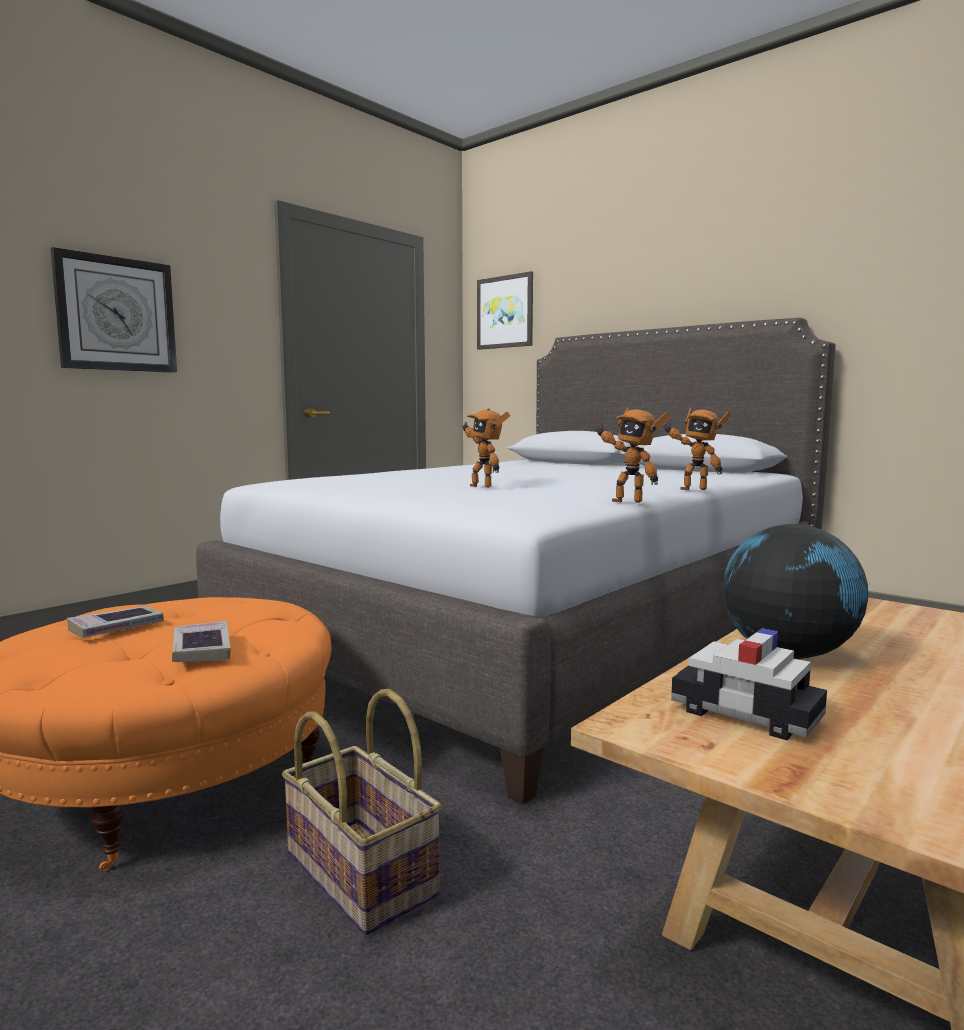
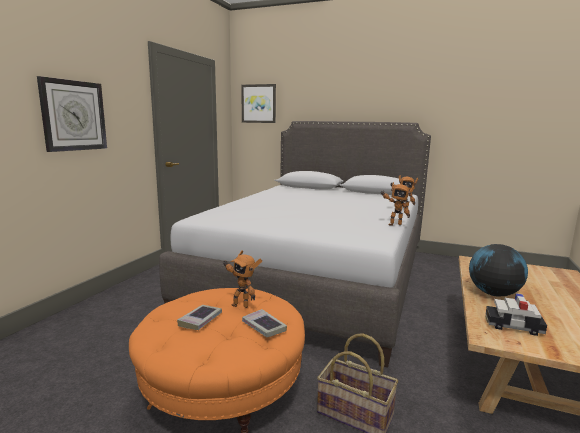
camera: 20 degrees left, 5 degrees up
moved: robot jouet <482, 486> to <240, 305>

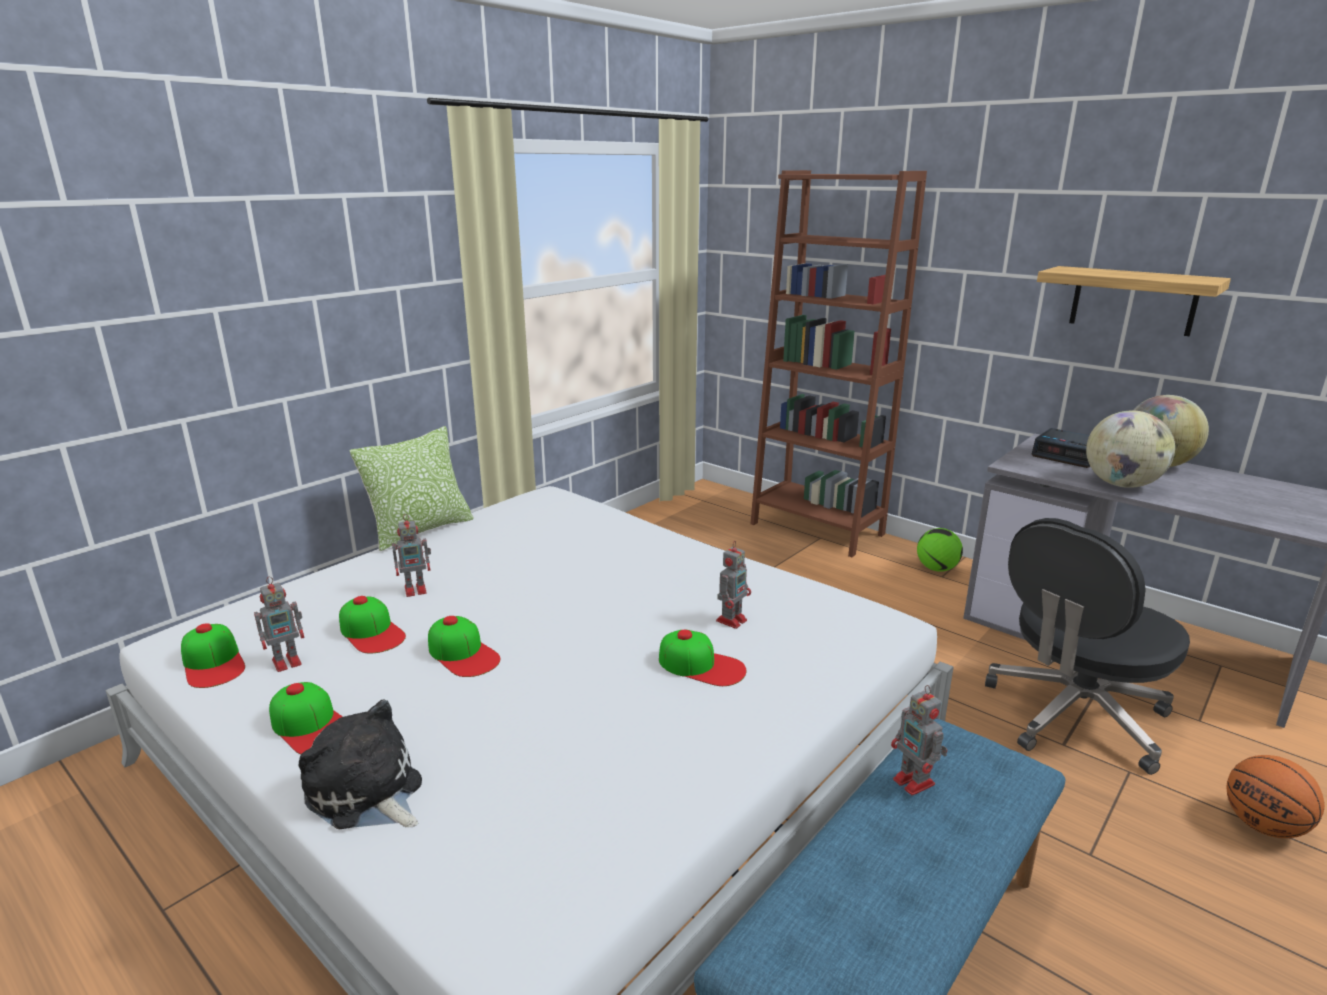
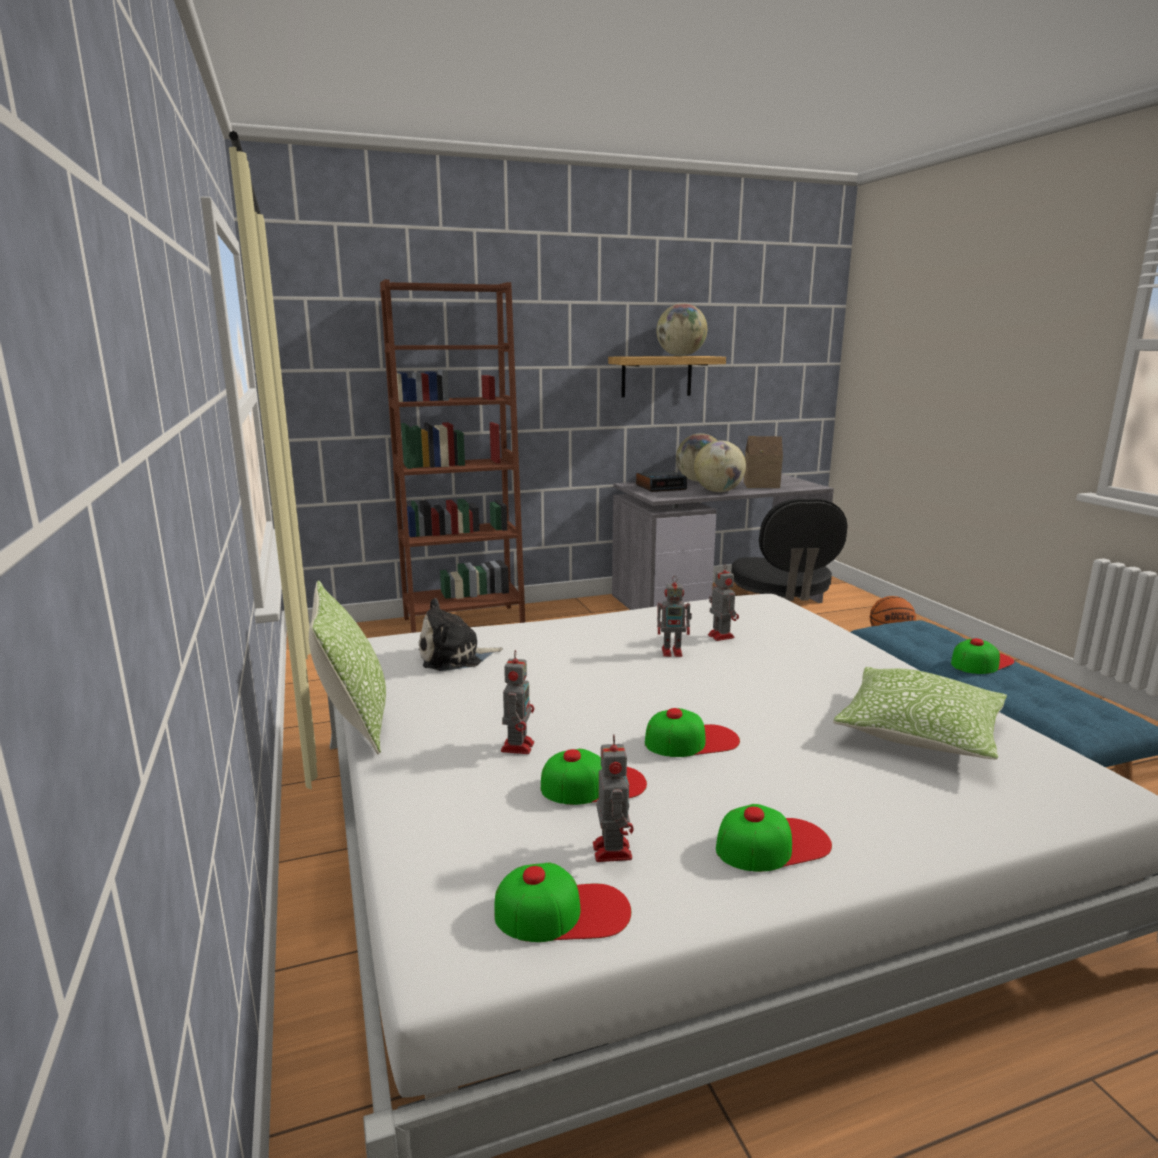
camera: 60 degrees left, 5 degrees down
removed: ballon de foot <936, 568>
added: globe <680, 356>; maison miniature <760, 484>; coussin <919, 732>
moved: peluche <367, 794> to <454, 657>; robot jouet <915, 783> to <673, 652>; casquette <701, 665> to <981, 662>

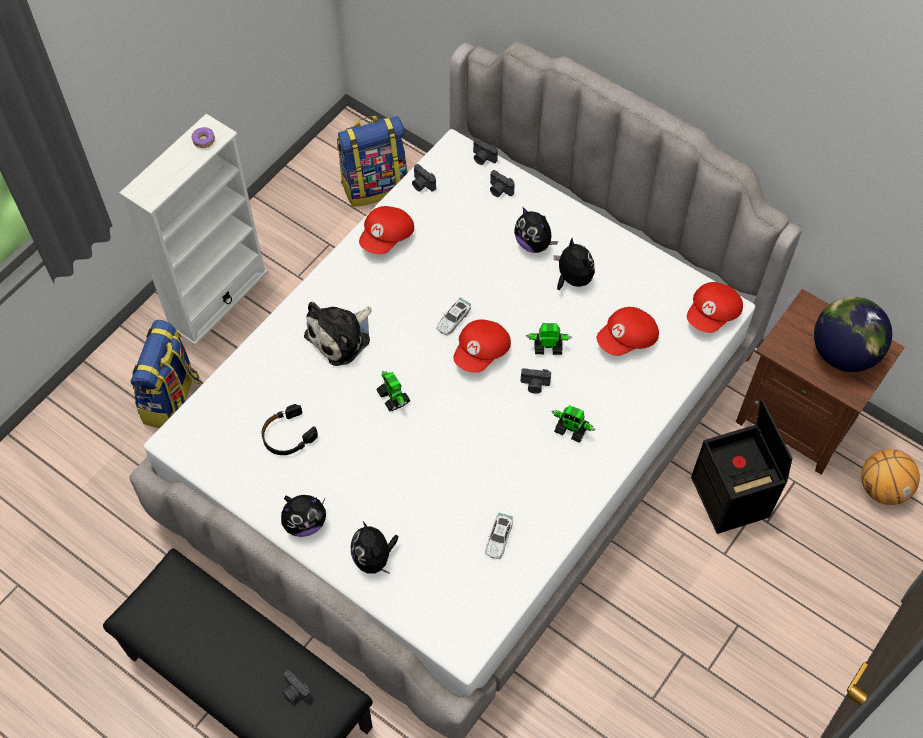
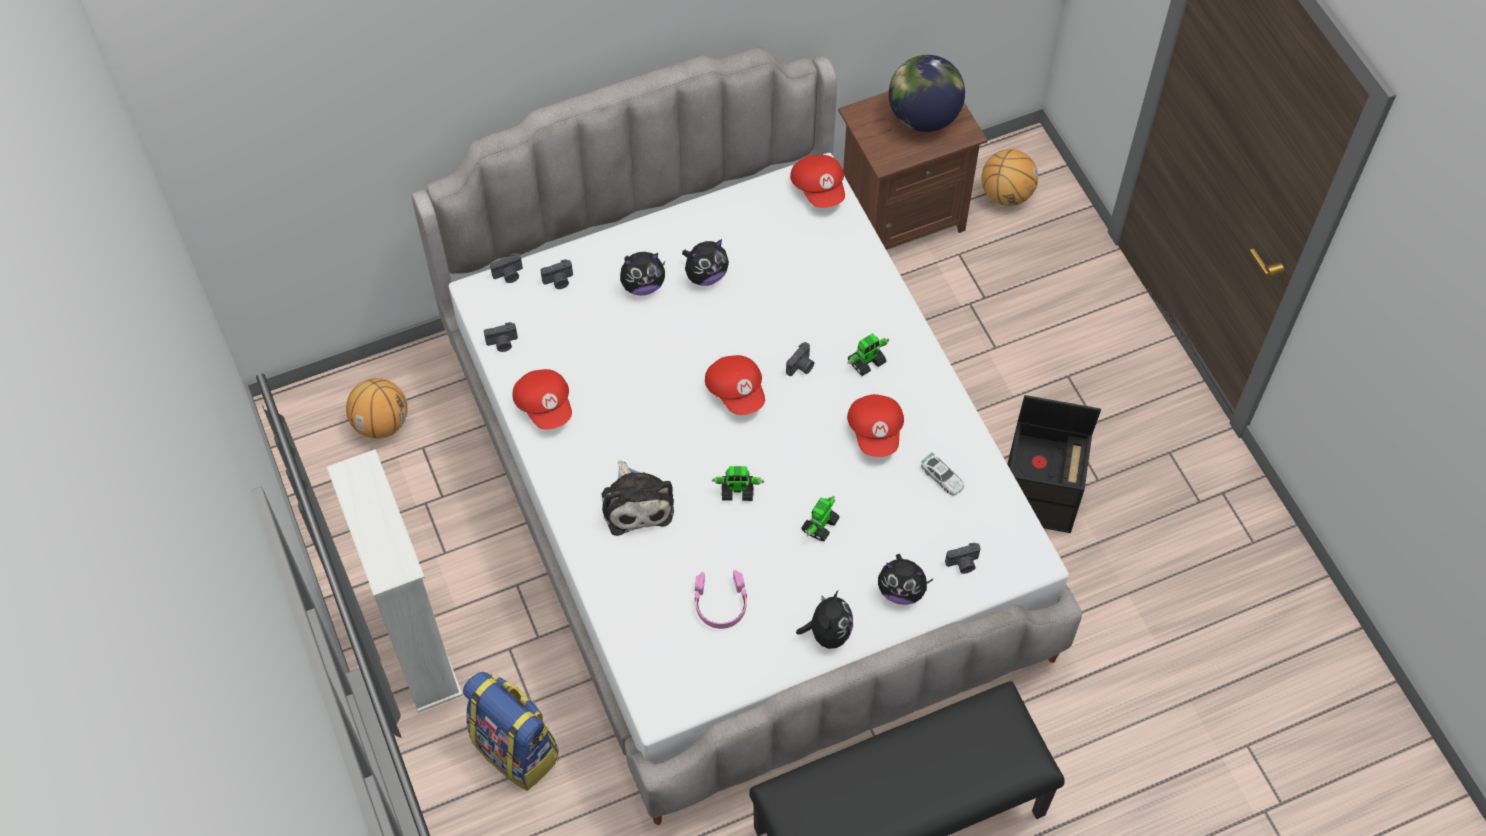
camera: 60 degrees left, 0 degrees up
removed: beignet <204, 140>; petite voiture <453, 319>
moved: robot jouet <547, 346> to <820, 525>; casquette/rouge <627, 339> to <876, 431>; appareil photo <295, 692> to <963, 564>; boîte de rangement/noir <731, 498> to <1040, 498>
replaced: sac à dos <375, 185> to ballon de basket <381, 423>
recoloured: casque audio/noir <288, 435> to casque audio/rose <720, 603>
turned: peluche <572, 279> = <705, 275> 150 degrees clockwise

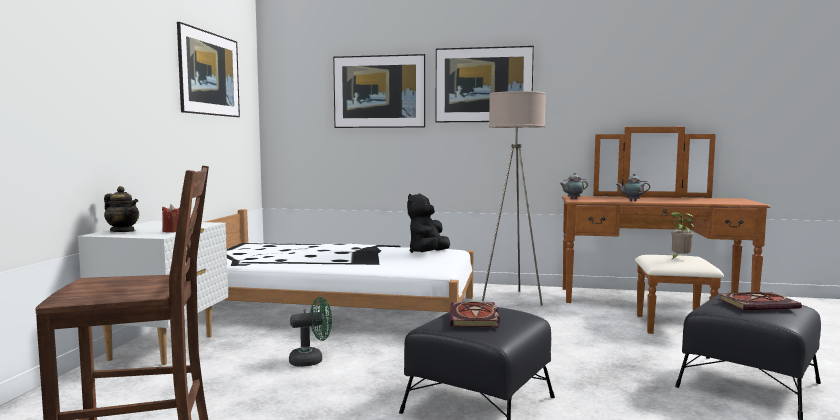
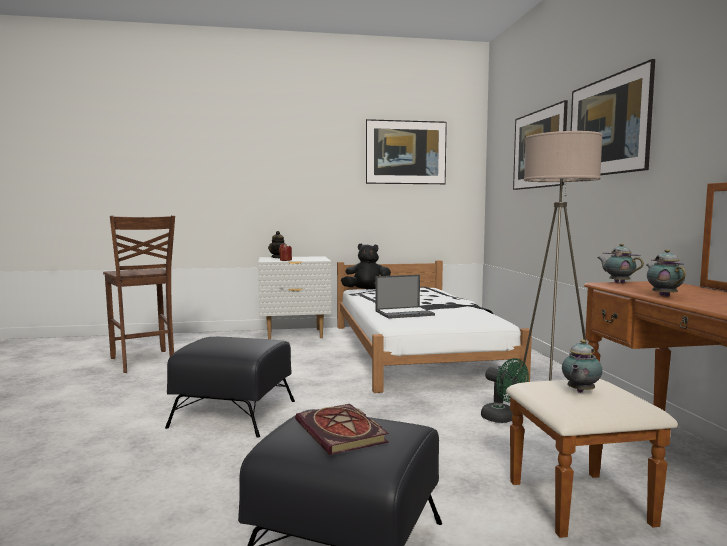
camera: 70 degrees right, 0 degrees up
removed: livre <475, 318>
added: ordinateur portable <405, 313>
moved: peluche/noir <428, 253> to <367, 291>; ventilateur/vert <311, 360> to <503, 419>
replaced: plante en pot <679, 259> to théière <579, 392>

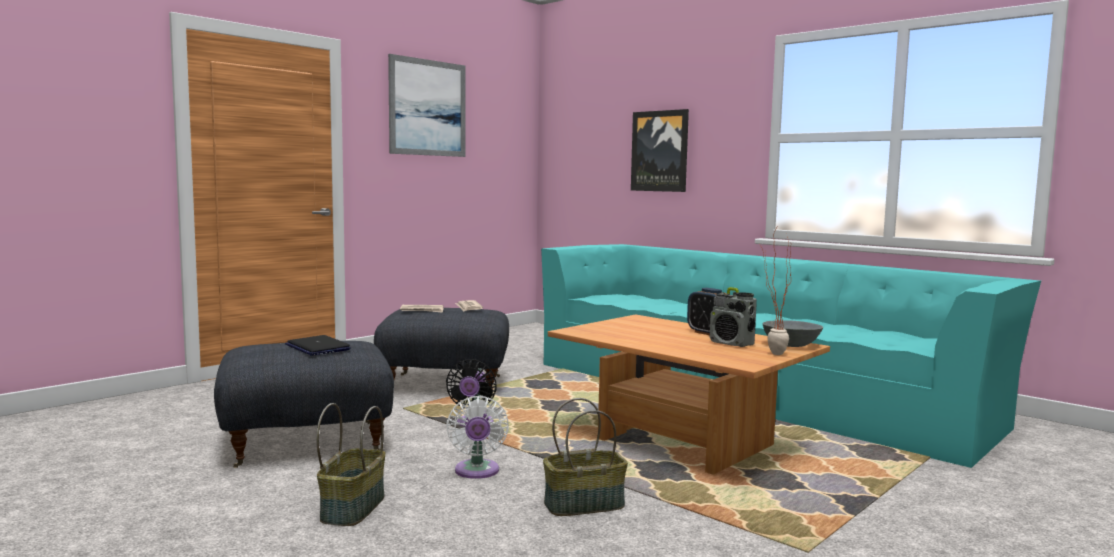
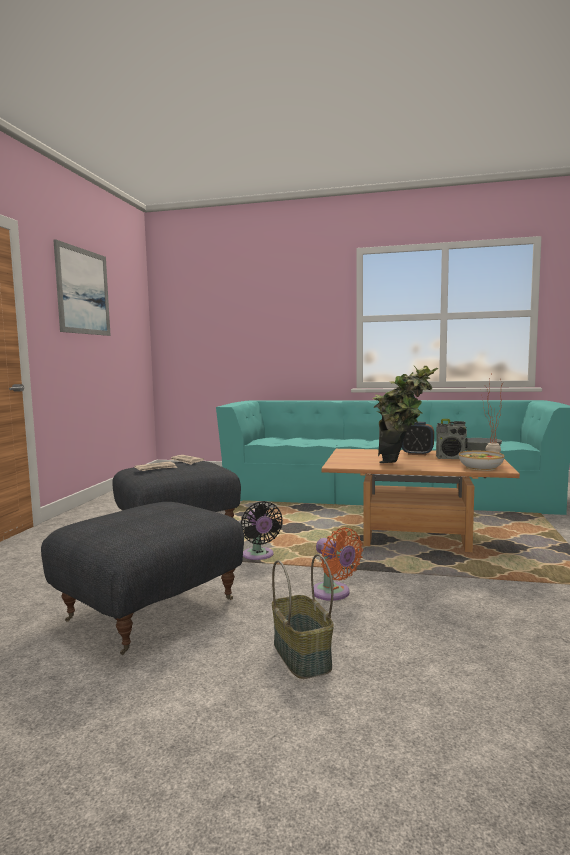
camera: 30 degrees left, 0 degrees up
removed: ordinateur portable <317, 347>; panier <584, 504>; tableau <660, 151>
added: plante en pot <403, 465>; bol <481, 467>
recoloured: ventilateur/blanc <477, 472> to ventilateur/orange <333, 593>

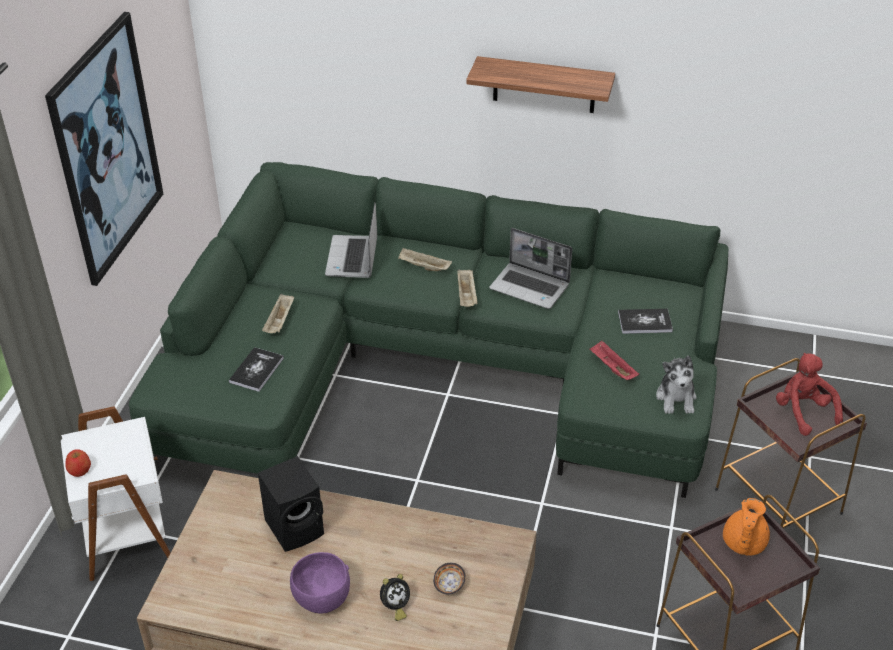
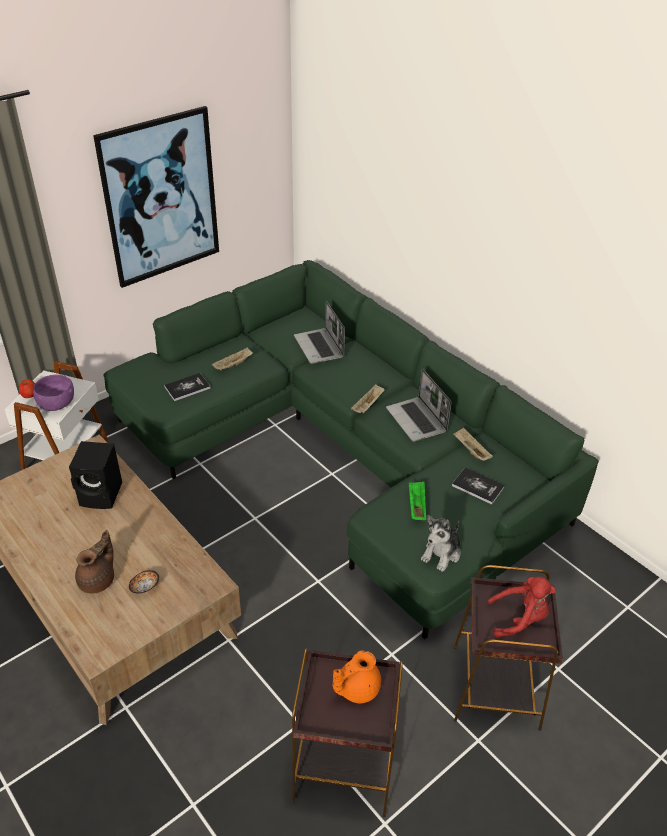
camera: 35 degrees right, 0 degrees up
removed: étagère <544, 85>
moved: bol/violet <322, 597> to <56, 404>; plateau/beige <423, 267> to <470, 450>
replaced: réveil <395, 607> to théière/marron <98, 580>
recoloured: plateau/rouge <612, 368> to plateau/vert <416, 506>
turned: ordinateur portable <353, 258> = <319, 347> 60 degrees counterclockwise; peluche/rouge <803, 412> = <519, 618> 75 degrees clockwise

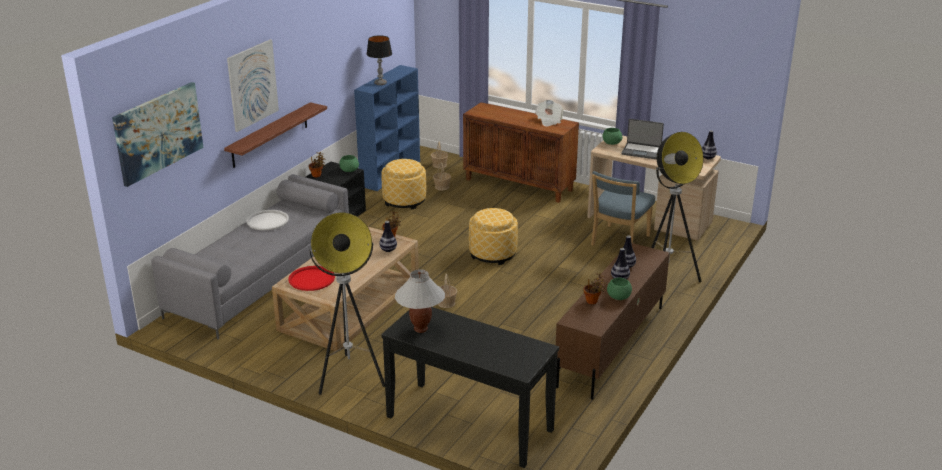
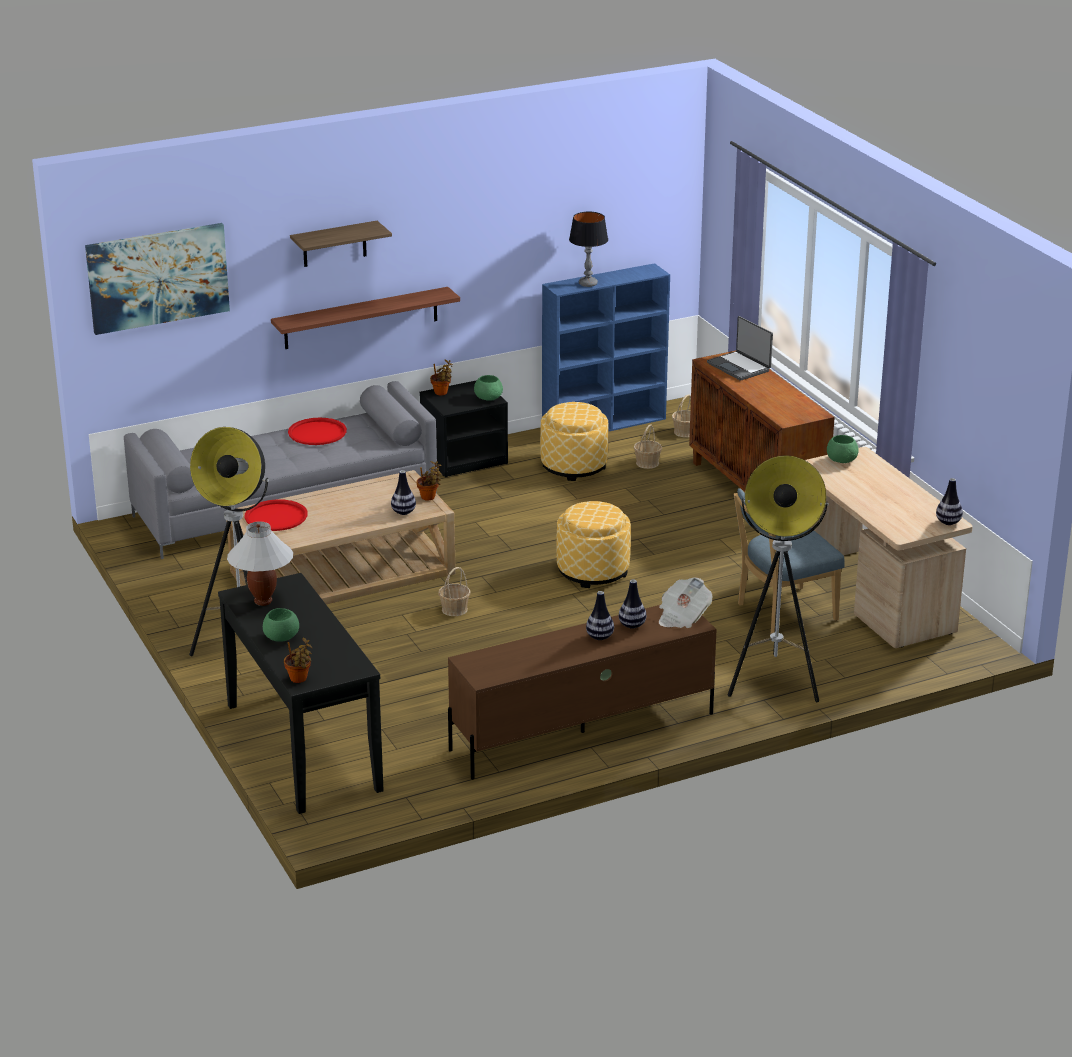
camera: 35 degrees right, 0 degrees up
moved: bol/vert <619, 297> to <281, 637>; plante en pot <593, 301> to <299, 679>; journal <549, 121> to <682, 617>; ordinateur portable <641, 151> to <739, 367>
replaced: tableau <253, 85> to étagère <334, 244>
recoloured: plateau/blanc <267, 221> to plateau/rouge <317, 433>

